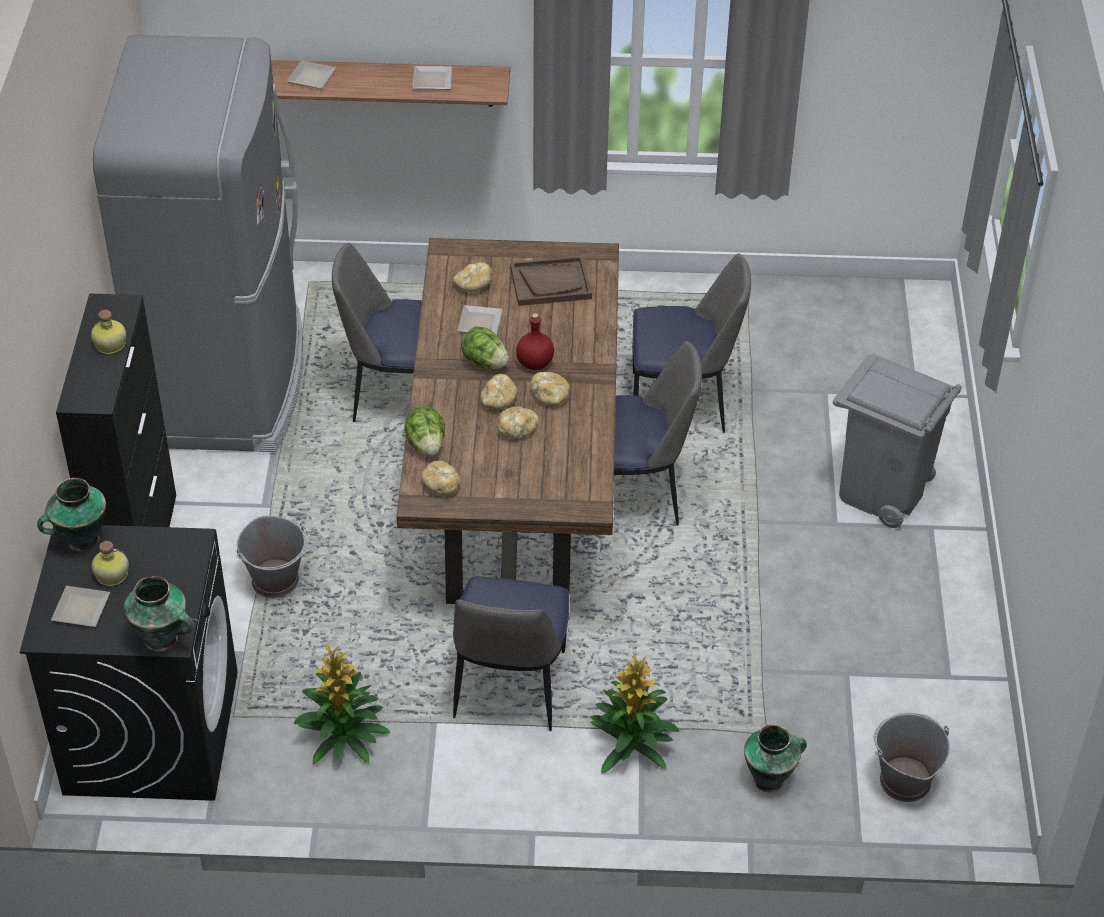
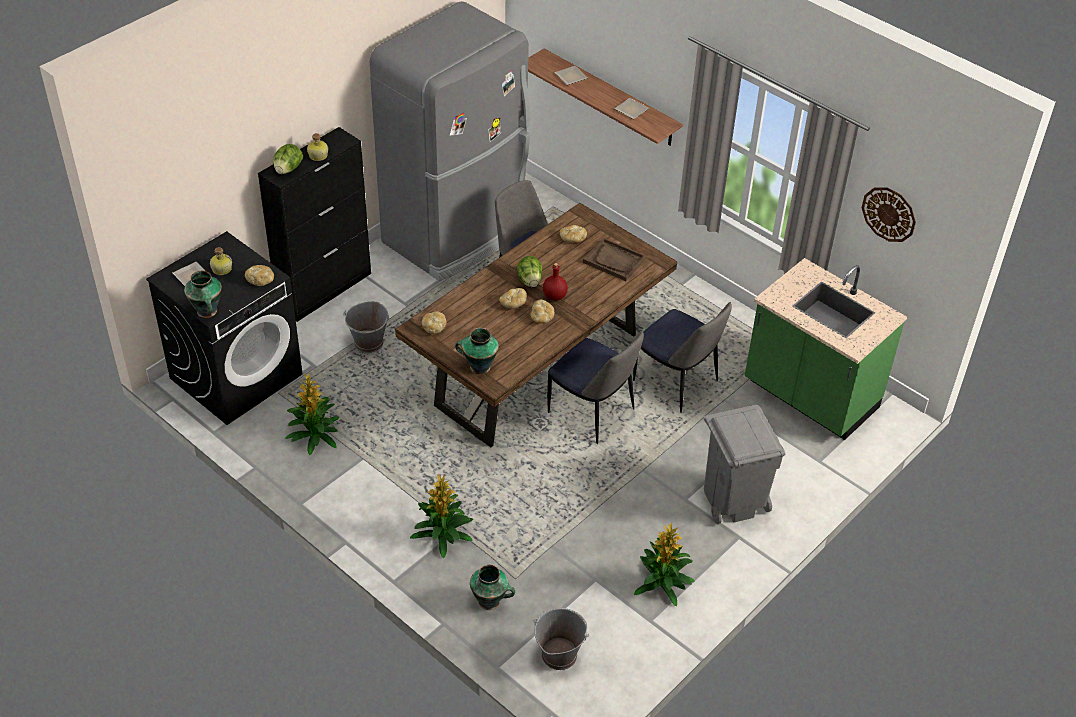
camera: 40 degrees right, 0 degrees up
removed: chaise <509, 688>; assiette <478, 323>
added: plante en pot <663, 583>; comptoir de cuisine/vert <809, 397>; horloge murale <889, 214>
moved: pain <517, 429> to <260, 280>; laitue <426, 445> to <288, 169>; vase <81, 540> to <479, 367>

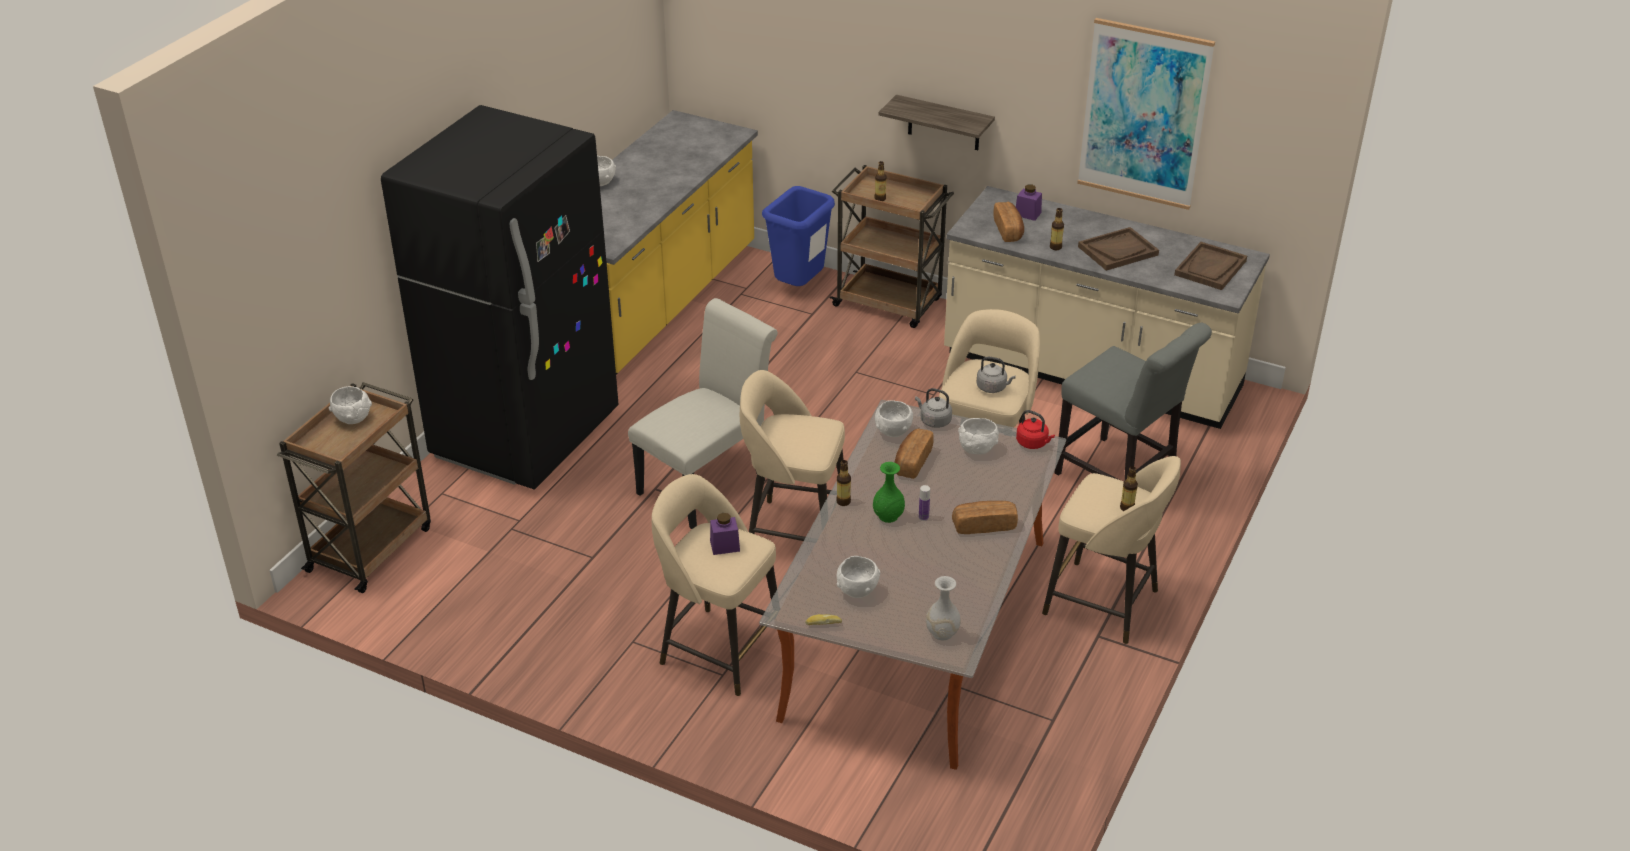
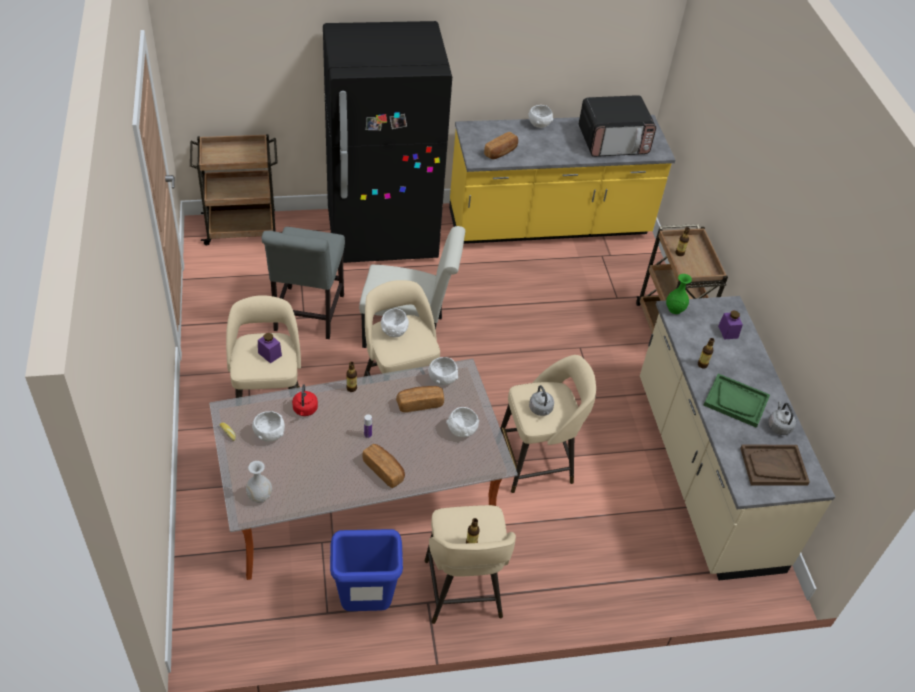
camera: 50 degrees right, 10 degrees up
removed: étagère <944, 123>; tableau <1144, 114>
added: micro-ondes <613, 141>
moved: chaise/gris <1120, 478> to <307, 316>; bouilloire/rouge <1033, 443> to <305, 410>; poubelle/bleu <798, 288> to <365, 604>; bol/blanc <352, 418> to <394, 331>; pain <1008, 230> to <501, 152>; vase/vert <888, 516> to <674, 309>; bouilloire/gris <934, 421> to <779, 426>
recoloured: plateau/marron <1118, 251> to plateau/vert <736, 401>

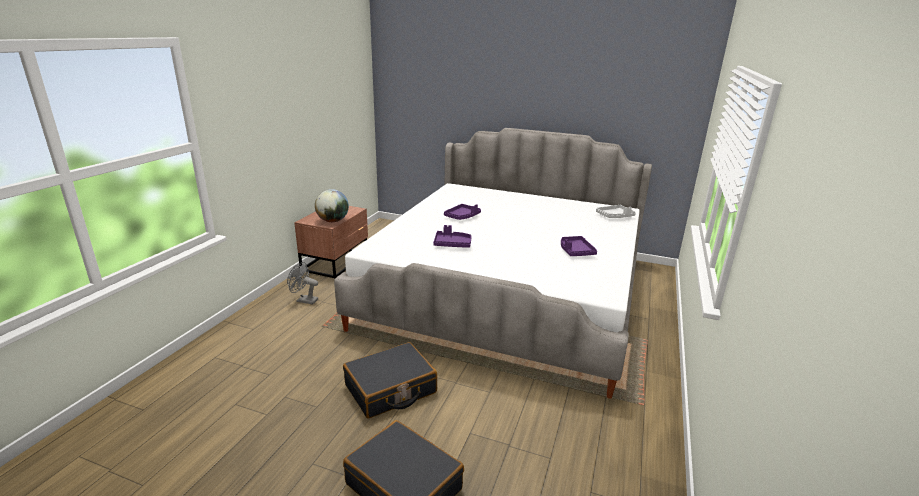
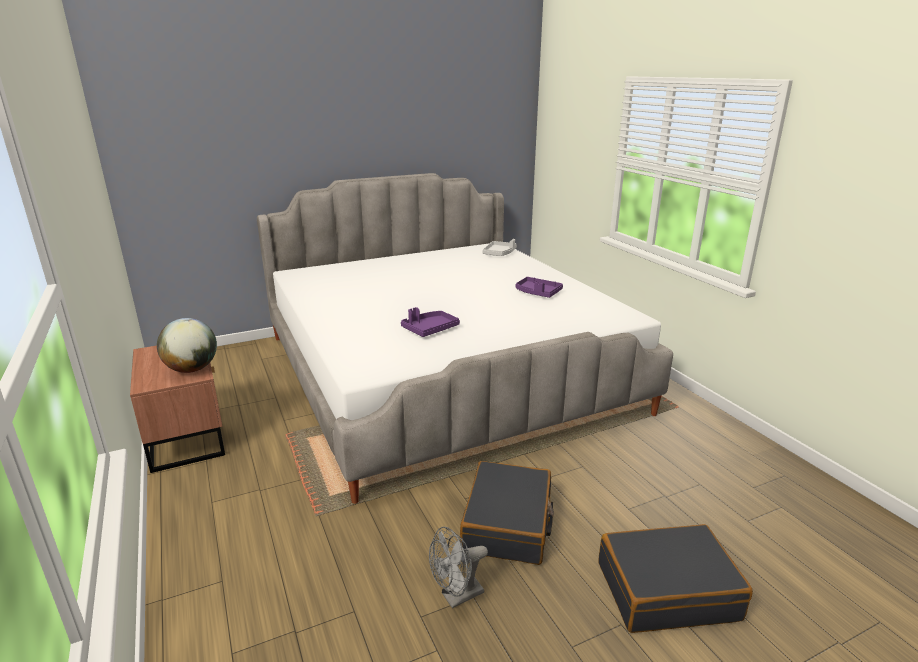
camera: 45 degrees left, 0 degrees up
removed: plateau/violet <462, 216>
moved: ventilateur/gris <304, 300> to <457, 596>

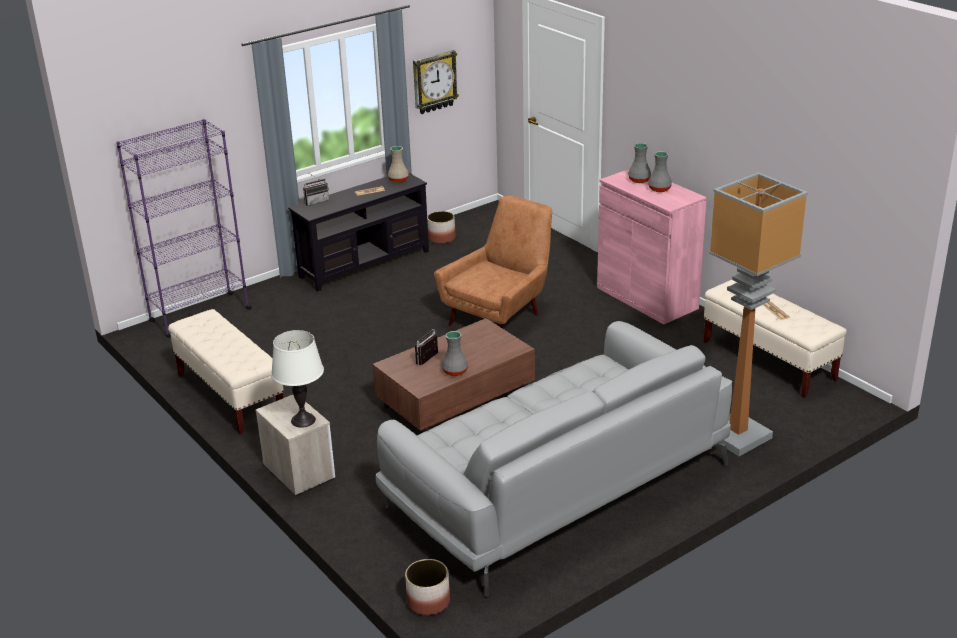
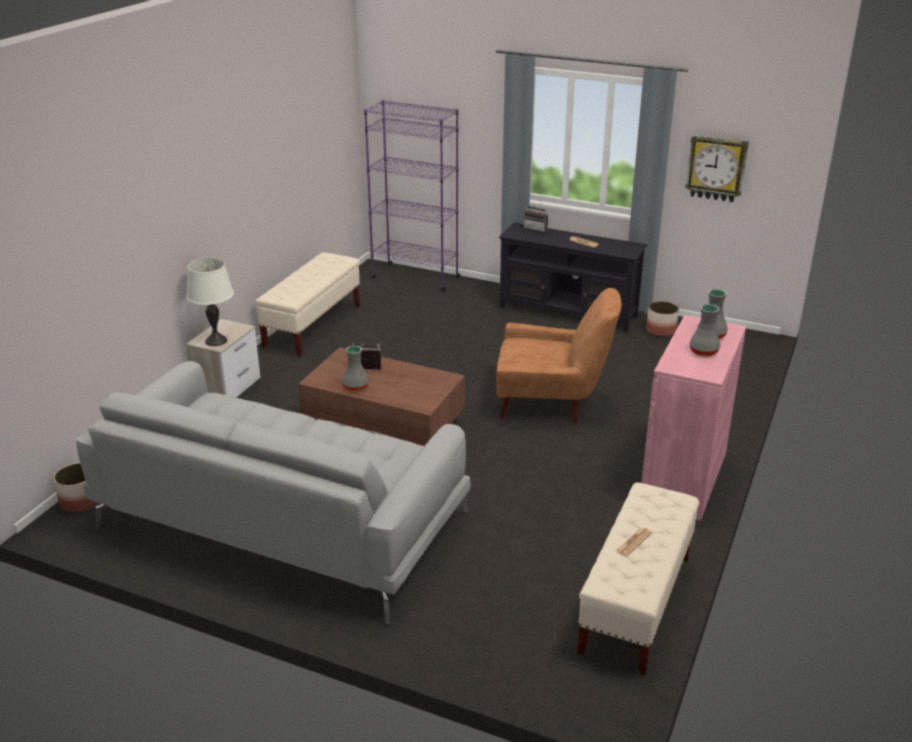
camera: 60 degrees right, 0 degrees up
removed: vase/beige <398, 180>; lampadaire <737, 437>

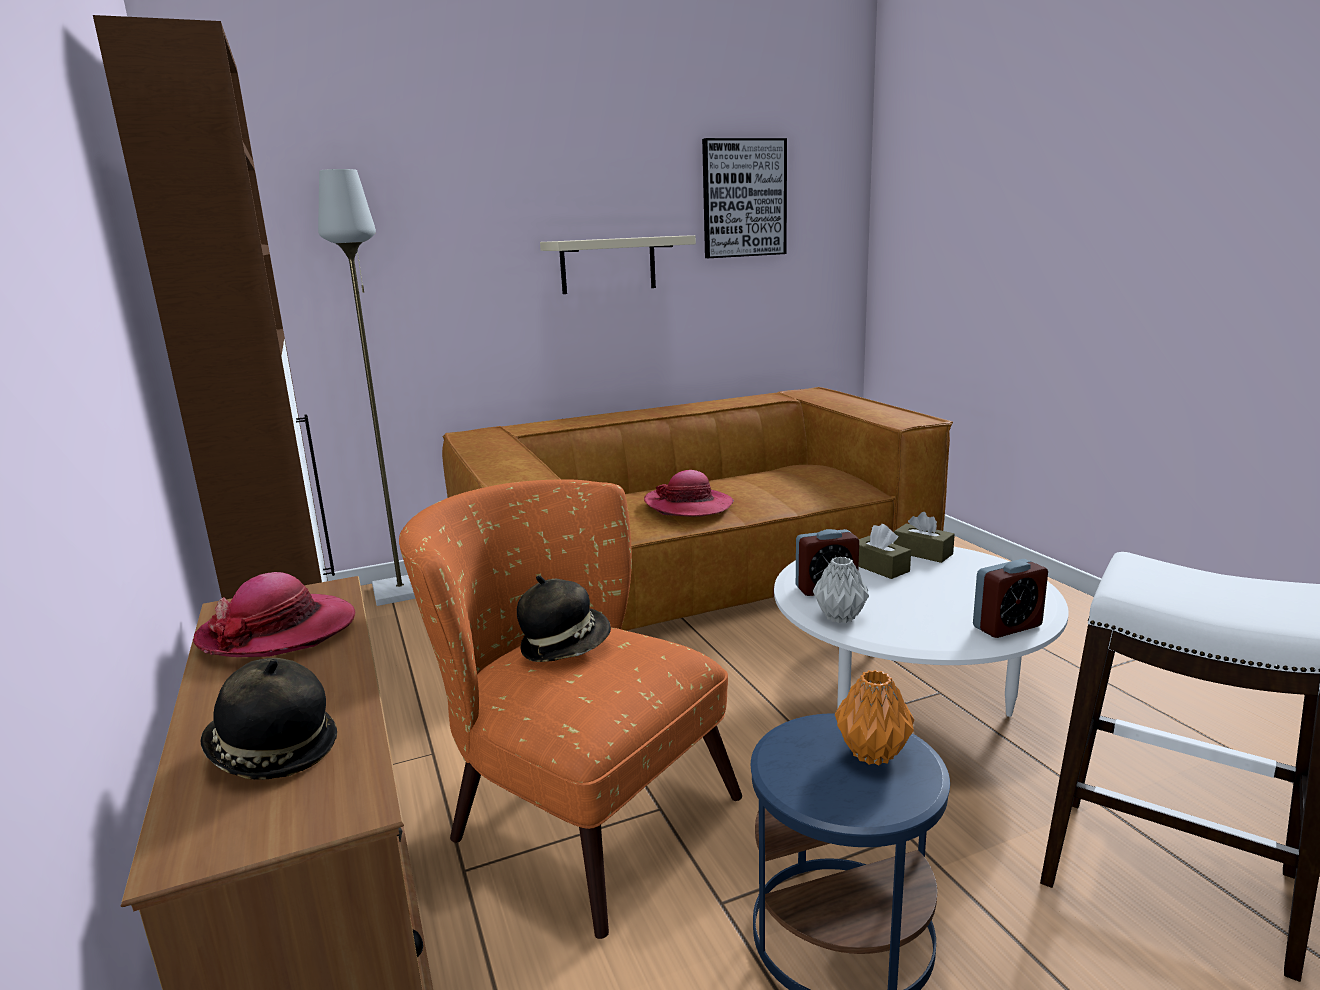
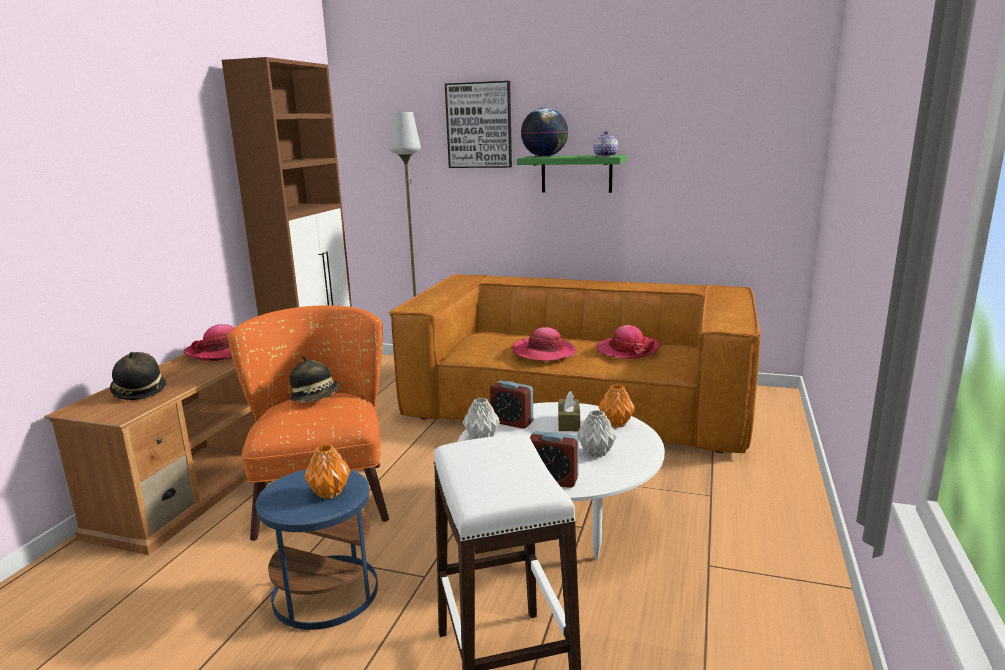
camera: 40 degrees right, 0 degrees up
added: globe <544, 156>; vase/gris <595, 453>; théière <605, 156>; chapeau <627, 349>
moved: tableau <744, 198> to <479, 125>
replaced: boîte à mouchoirs/marron <922, 553> to vase/orange <616, 424>
recoloured: étagère/beige <608, 265> to étagère/vert <576, 174>

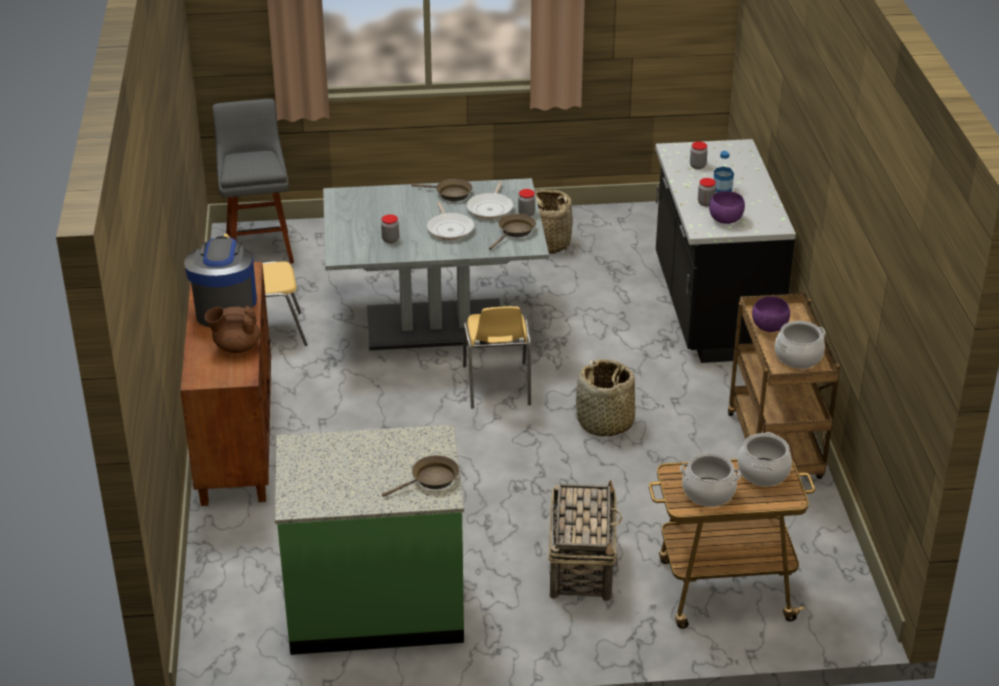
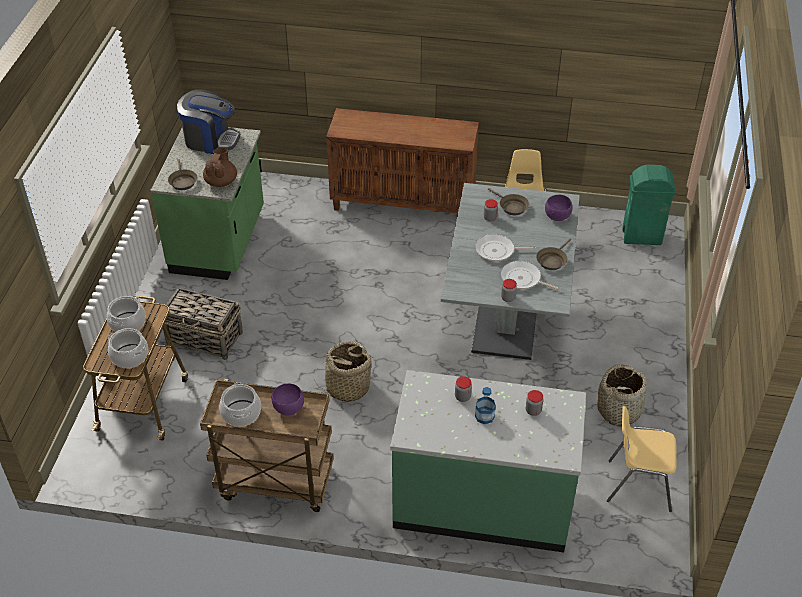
camera: 105 degrees right, 10 degrees up
moved: machine à café <225, 307> to <210, 140>; théière/marron <236, 347> to <221, 181>; poêle/marron <515, 232> to <511, 207>; bol/violet <726, 220> to <558, 217>; chaise/jaune <497, 386> to <638, 484>
replaced: tabouret/gris <259, 247> to poubelle/vert <642, 237>
recoloured: comptoir de cuisine/noir <712, 309> to comptoir de cuisine/vert <482, 502>

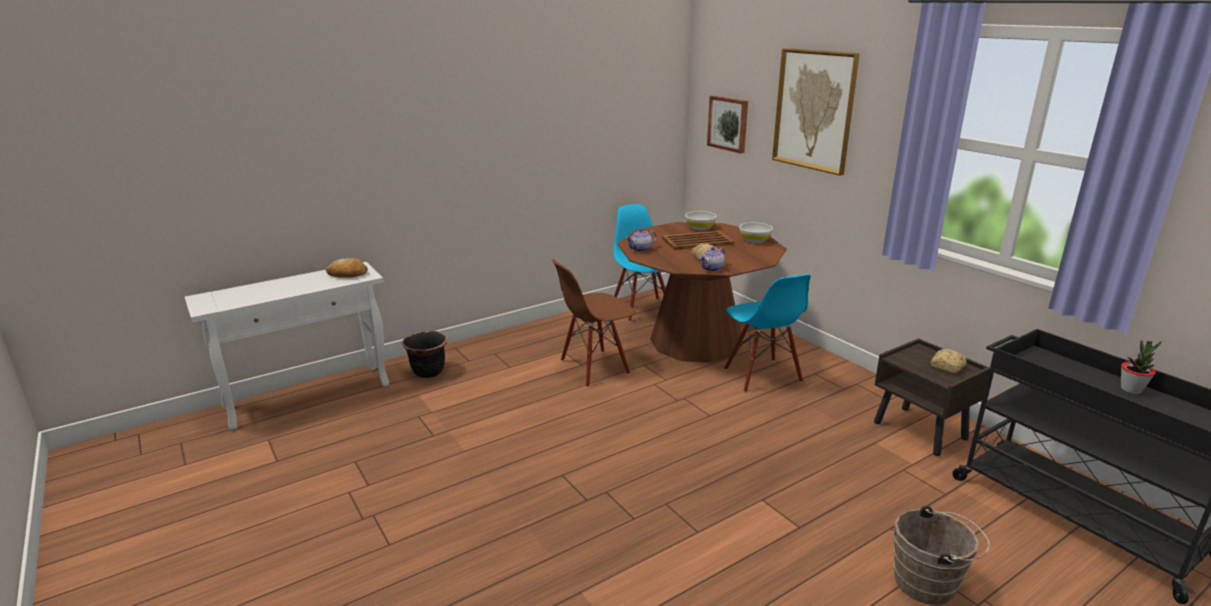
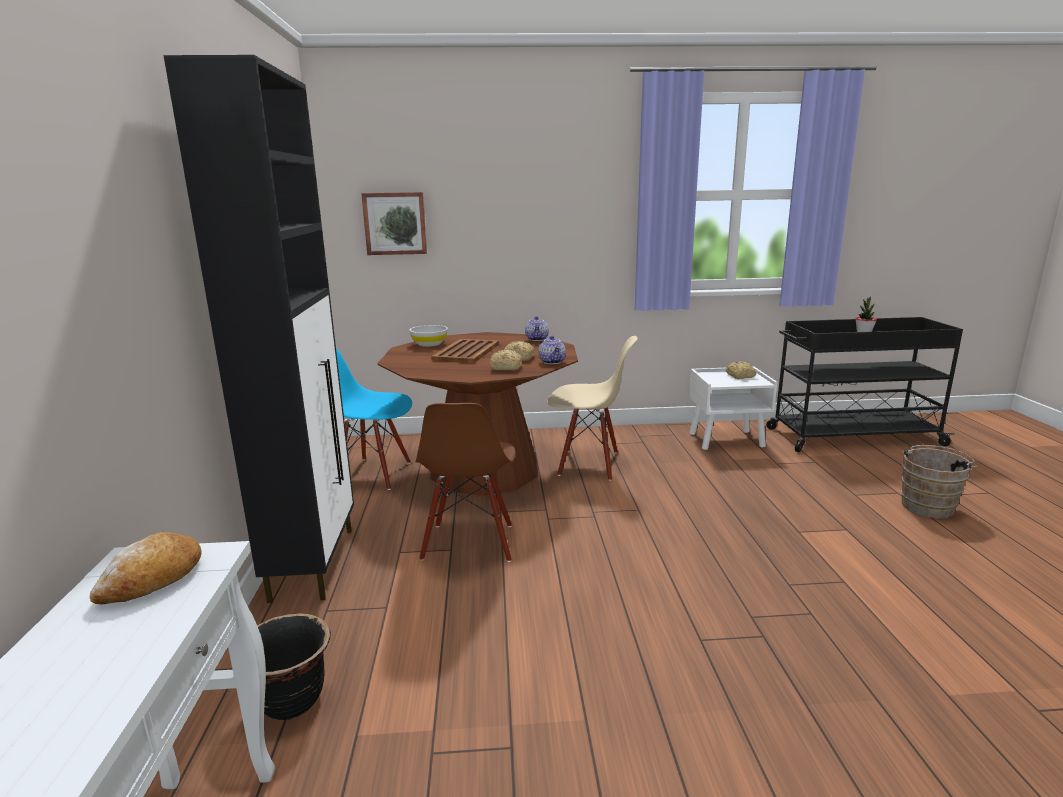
camera: 60 degrees left, 5 degrees down
removed: bol/blanc <754, 240>; tableau <814, 110>
added: meuble de rangement/noir <314, 562>; pain <505, 368>
moved: théière <641, 250> to <537, 339>
recoloured: chaise/bleu <761, 376> to chaise/beige <589, 464>; table de chevet/marron <921, 431> to table de chevet/blanc <727, 440>

